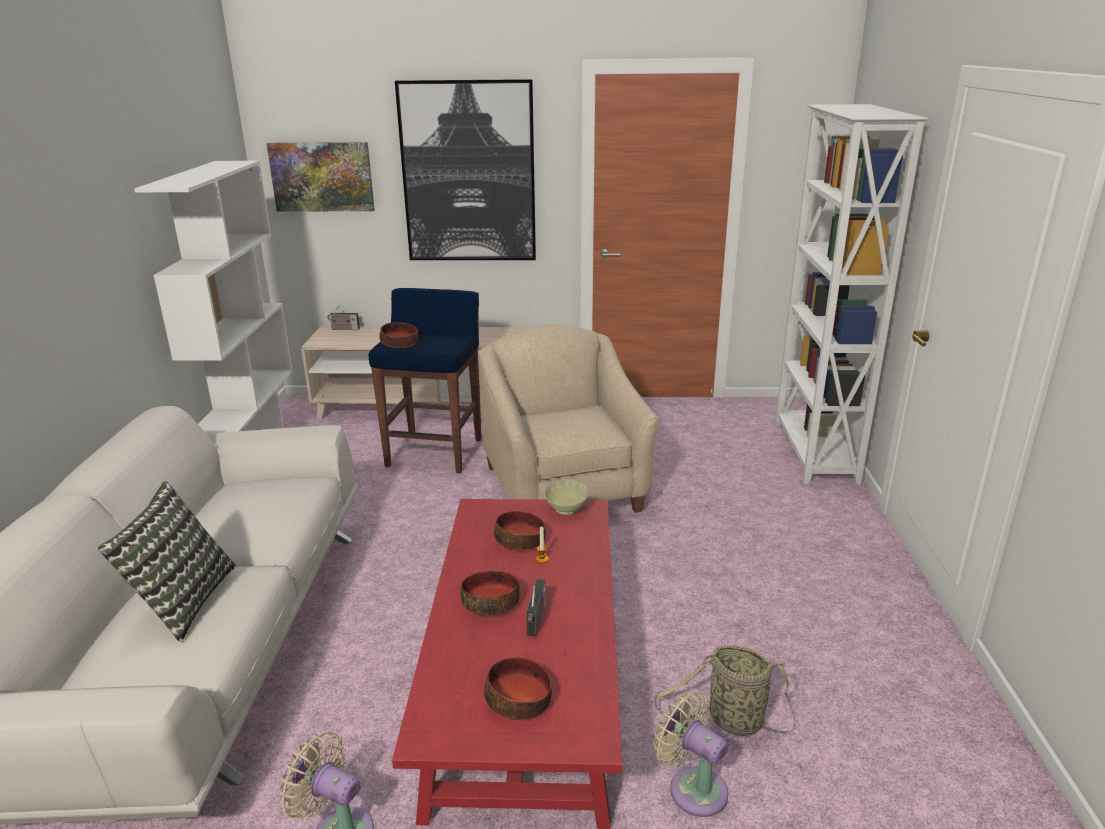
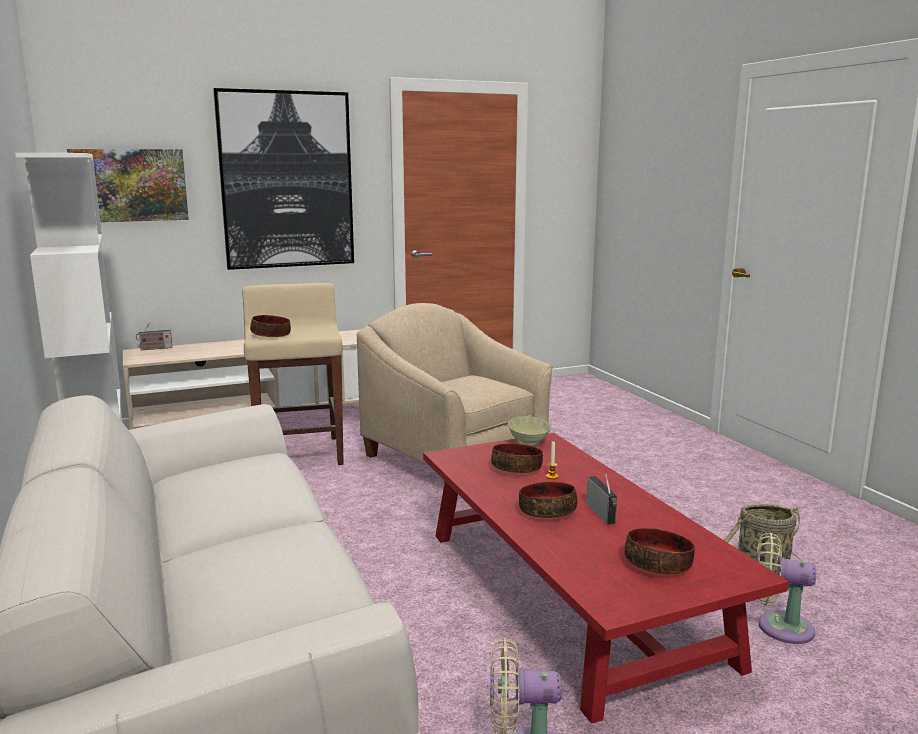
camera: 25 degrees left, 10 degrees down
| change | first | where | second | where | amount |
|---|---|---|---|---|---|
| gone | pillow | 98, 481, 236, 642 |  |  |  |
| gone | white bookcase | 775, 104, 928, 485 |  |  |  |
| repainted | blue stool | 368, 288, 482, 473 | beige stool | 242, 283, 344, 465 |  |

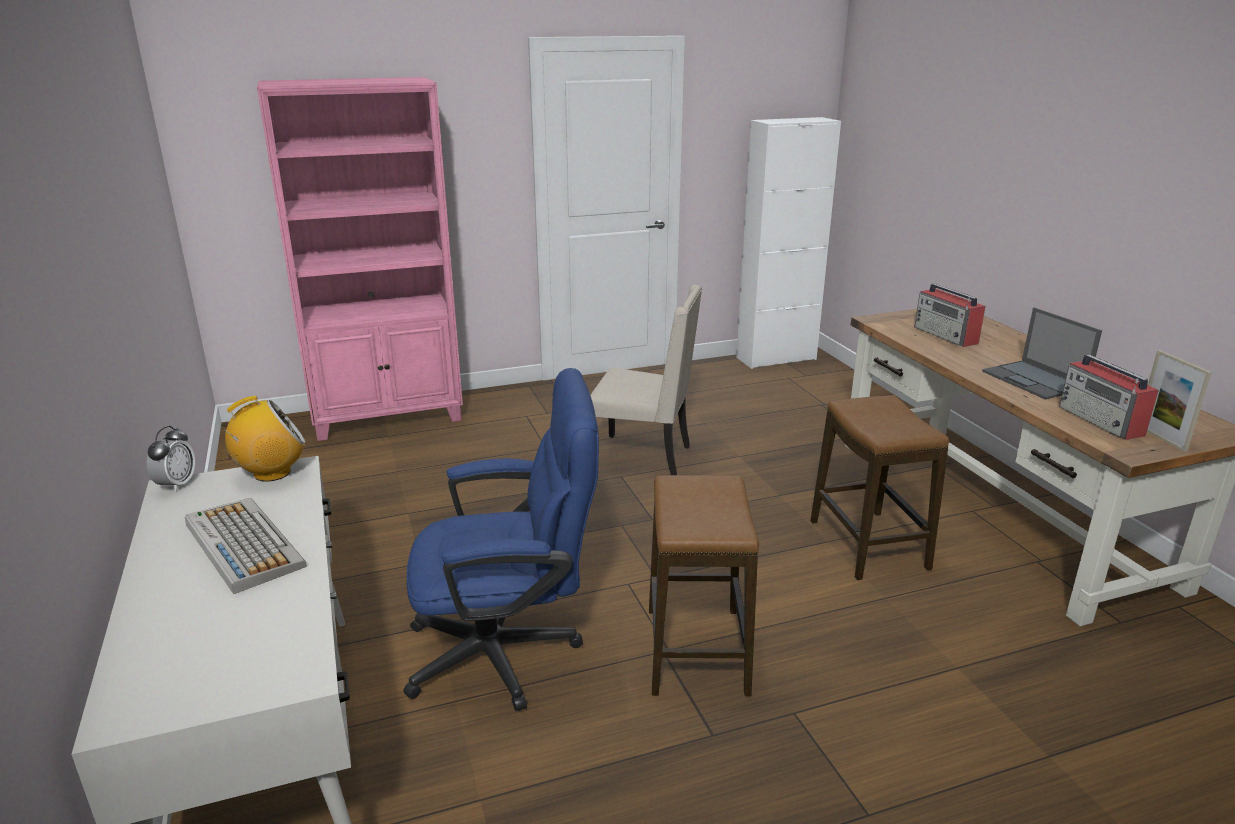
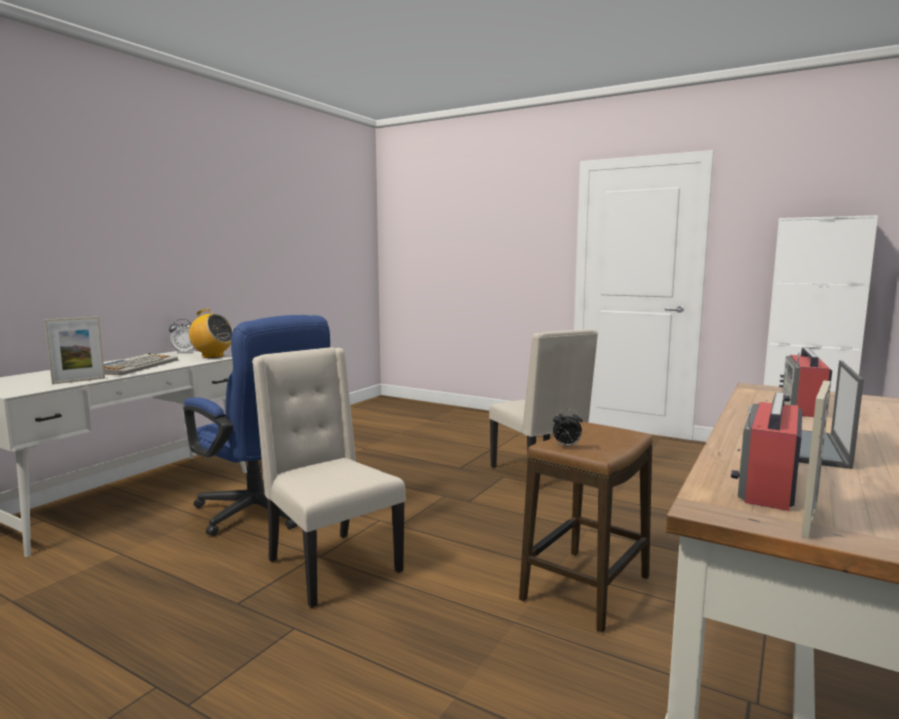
camera: 50 degrees right, 15 degrees down
| change | first | where | second | where | amount |
|---|---|---|---|---|---|
| gone | pink bookcase | 257, 77, 463, 441 |  |  |  |
| new |  |  | picture frame | 44, 317, 105, 384 |  |
| new |  |  | alarm clock | 553, 409, 583, 447 |  |
| swapped | stool | 649, 475, 759, 696 | beige chair | 252, 347, 406, 608 |  |

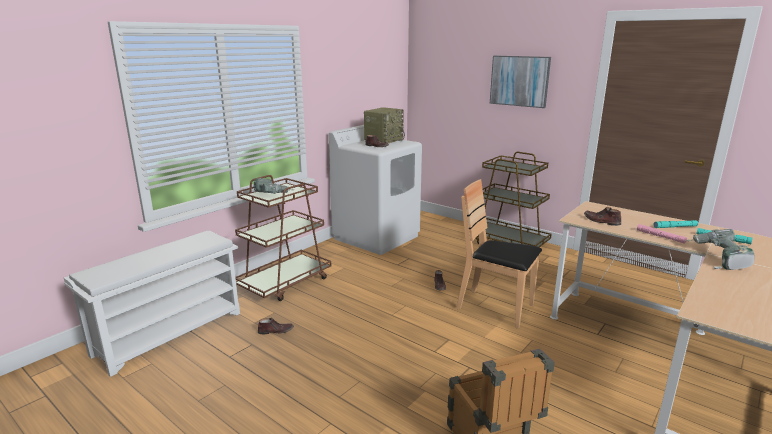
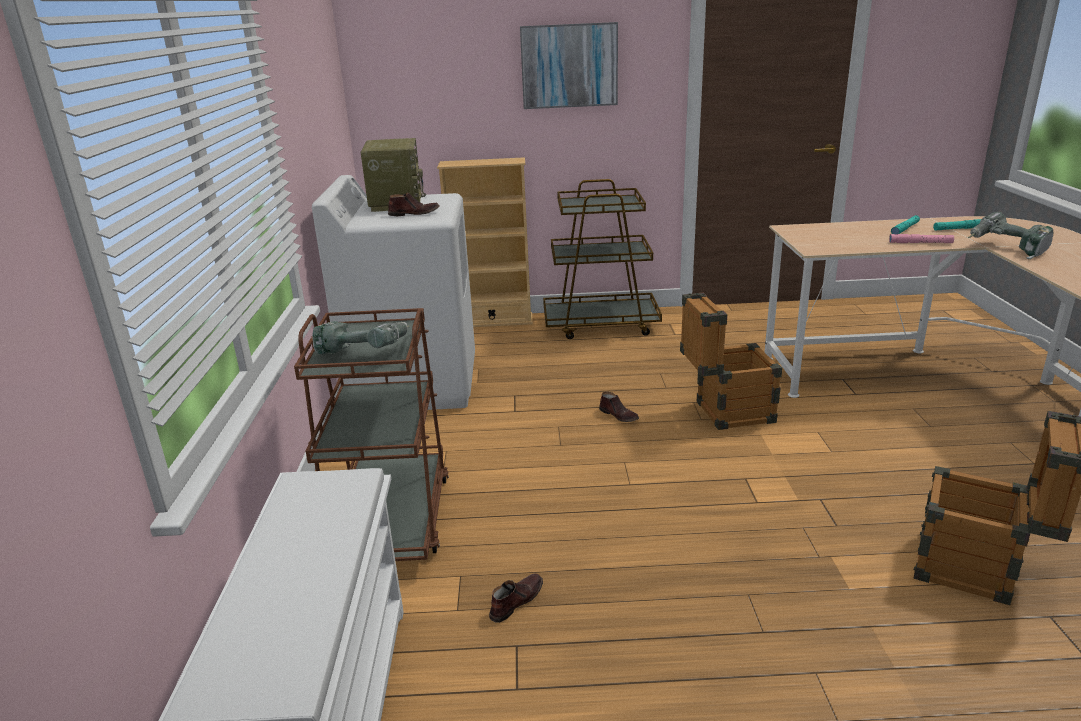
camera: 40 degrees left, 5 degrees up
| change | first | where | second | where | amount |
|---|---|---|---|---|---|
| gone | brown shoe | 584, 207, 621, 226 |  |  |  |
| new |  |  | beige bookcase | 437, 157, 533, 327 |  |
| swapped | brown chair | 456, 179, 542, 329 | crate | 680, 292, 782, 430 |  |

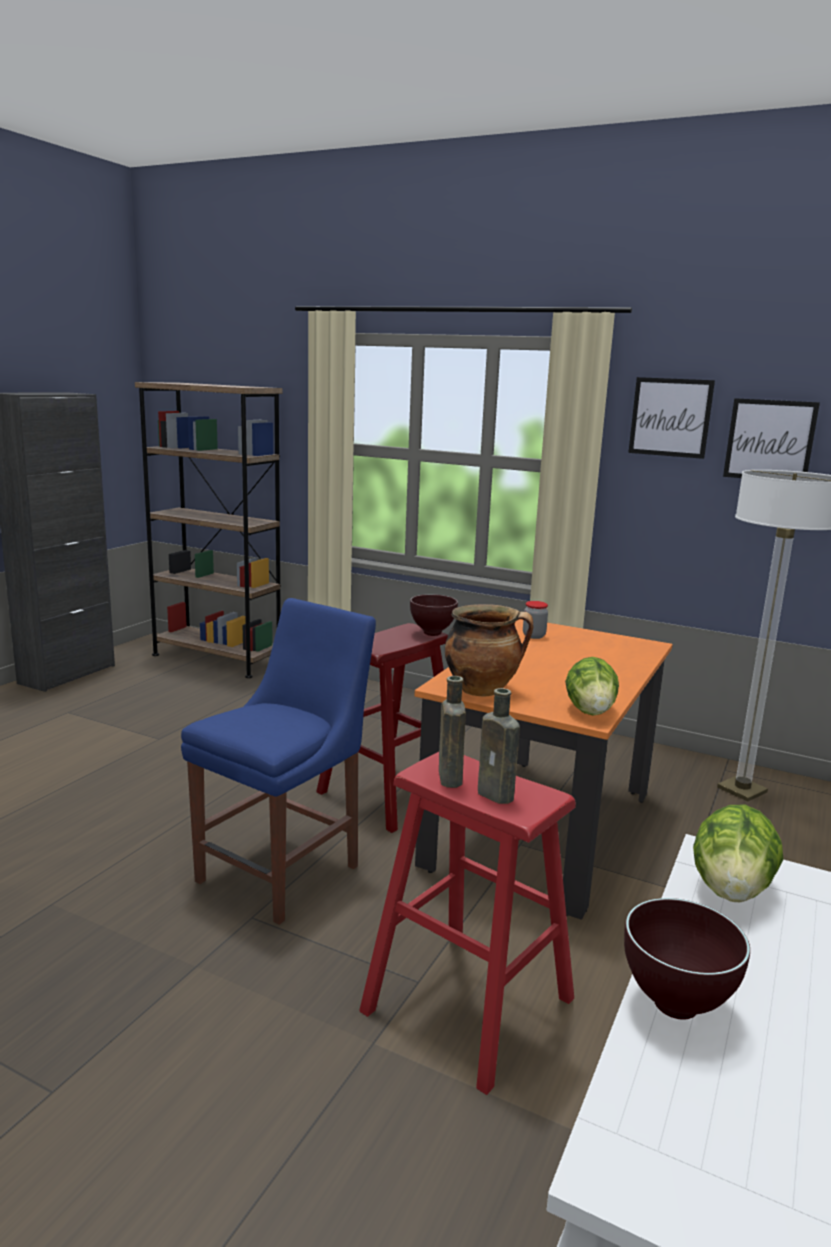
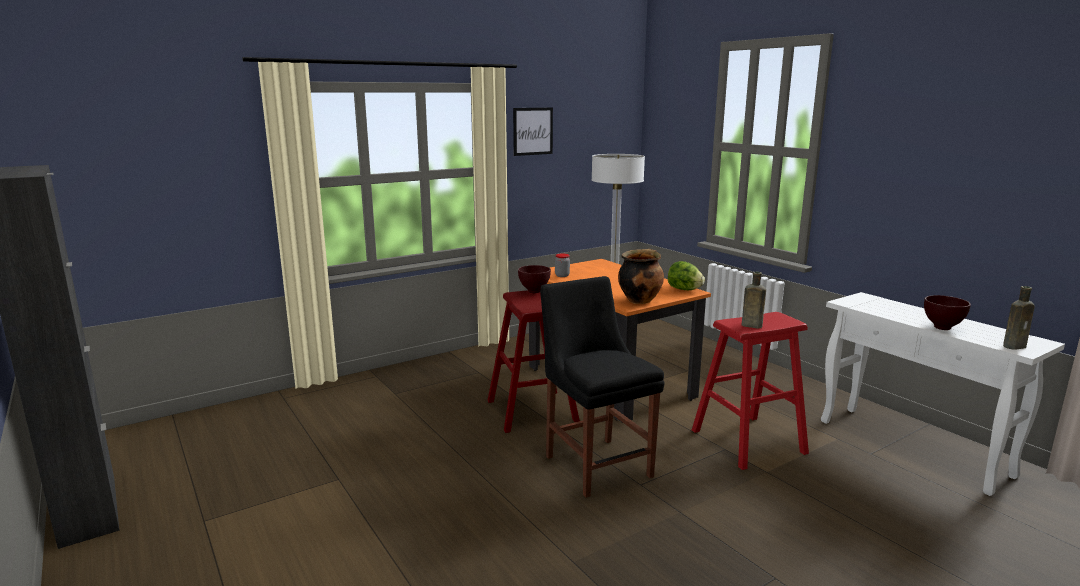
camera: 60 degrees left, 0 degrees up
| change | first | where | second | where | amount |
|---|---|---|---|---|---|
| gone | brown bookcase | 135, 382, 283, 678 |  |  |  |
| gone | lettuce | 693, 805, 784, 902 |  |  |  |
| gone | picture | 723, 398, 820, 478 |  |  |  |
| shifted | brown bottle | 478, 688, 520, 804 |  | 1003, 286, 1035, 350 |  |
| repainted | blue chair | 181, 598, 376, 925 | black chair | 540, 276, 664, 498 |  |

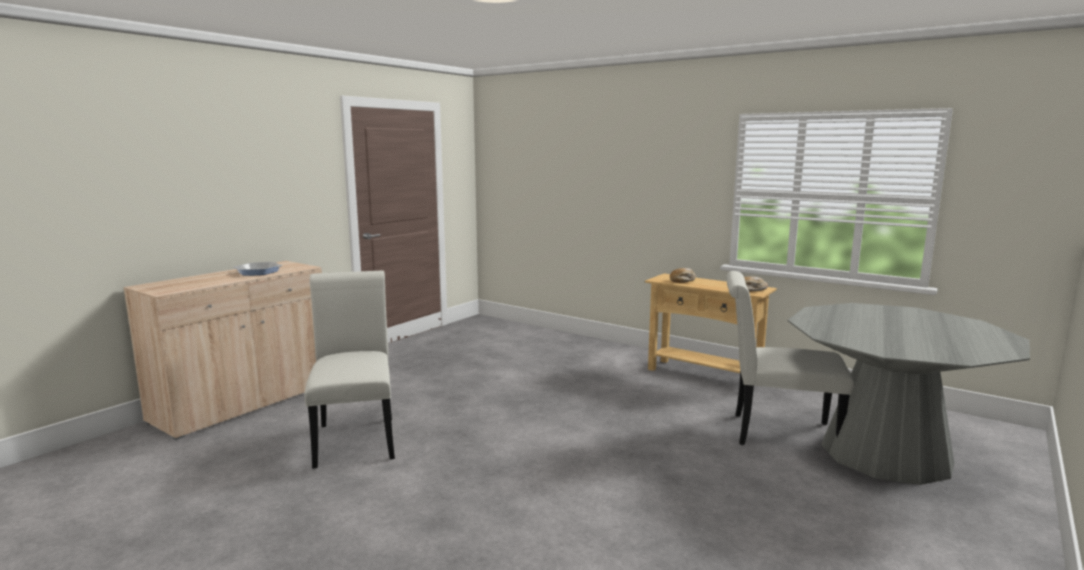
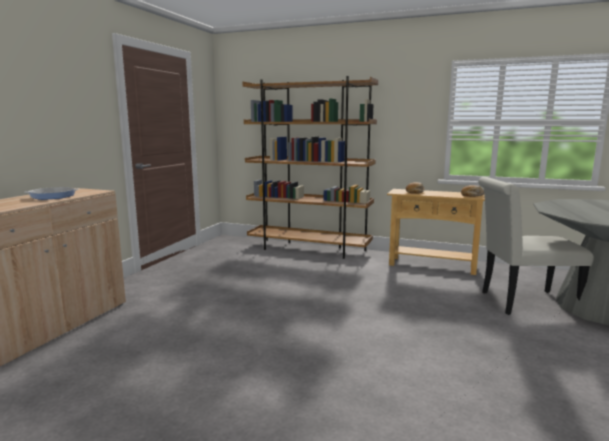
camera: 15 degrees left, 0 degrees up
| change | first | where | second | where | amount |
|---|---|---|---|---|---|
| gone | white chair | 305, 271, 395, 469 |  |  |  |
| new |  |  | brown bookcase | 243, 76, 378, 259 |  |

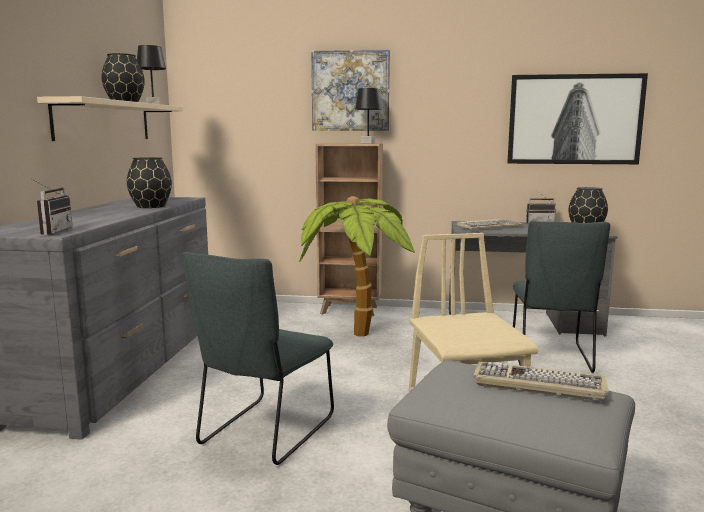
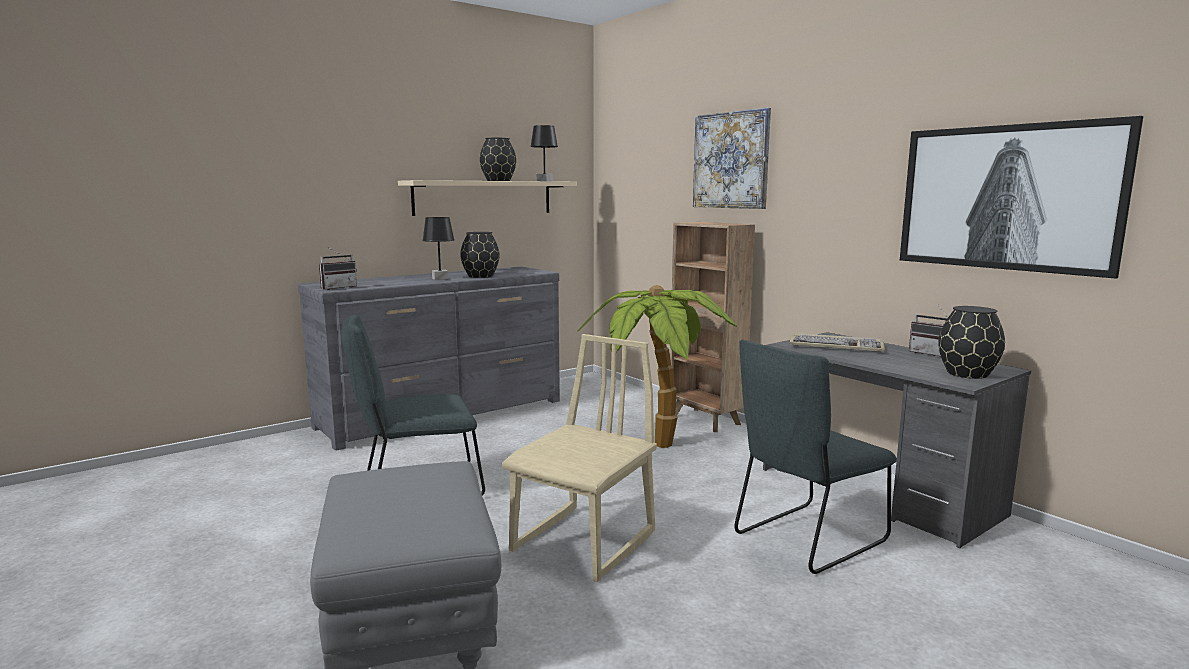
camera: 45 degrees right, 0 degrees up
| change | first | where | second | where | amount |
|---|---|---|---|---|---|
| gone | keyboard | 474, 362, 609, 401 |  |  |  |
| shifted | black table lamp | 355, 88, 382, 143 |  | 422, 217, 455, 280 |  |

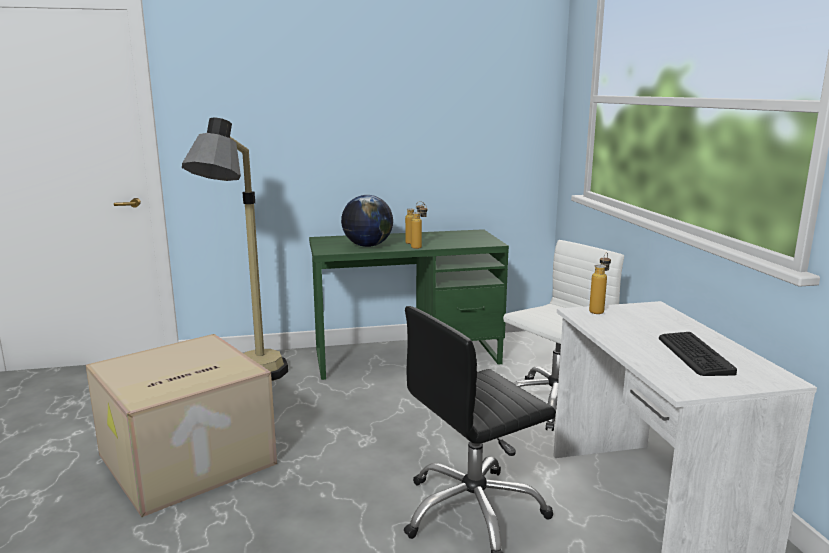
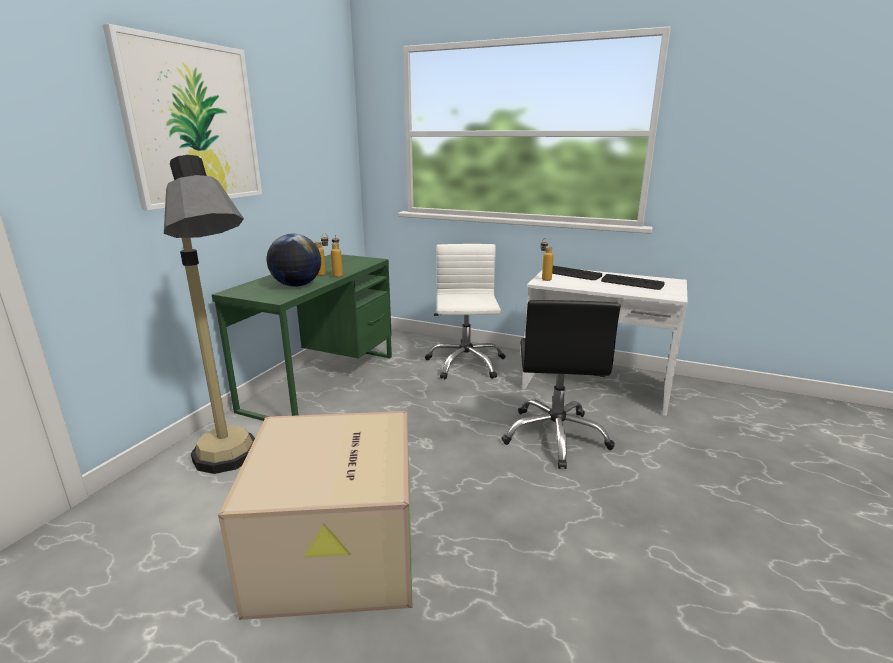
camera: 55 degrees left, 5 degrees up
| change | first | where | second | where | amount |
|---|---|---|---|---|---|
| new |  |  | picture | 103, 24, 262, 210 |  |
| new |  |  | keyboard | 552, 266, 602, 280 |  |

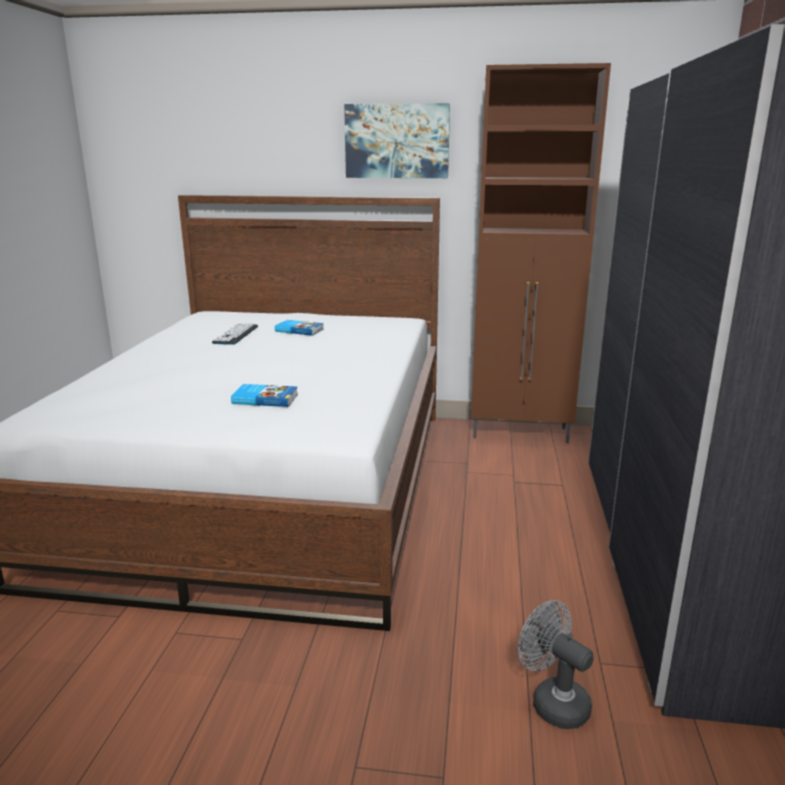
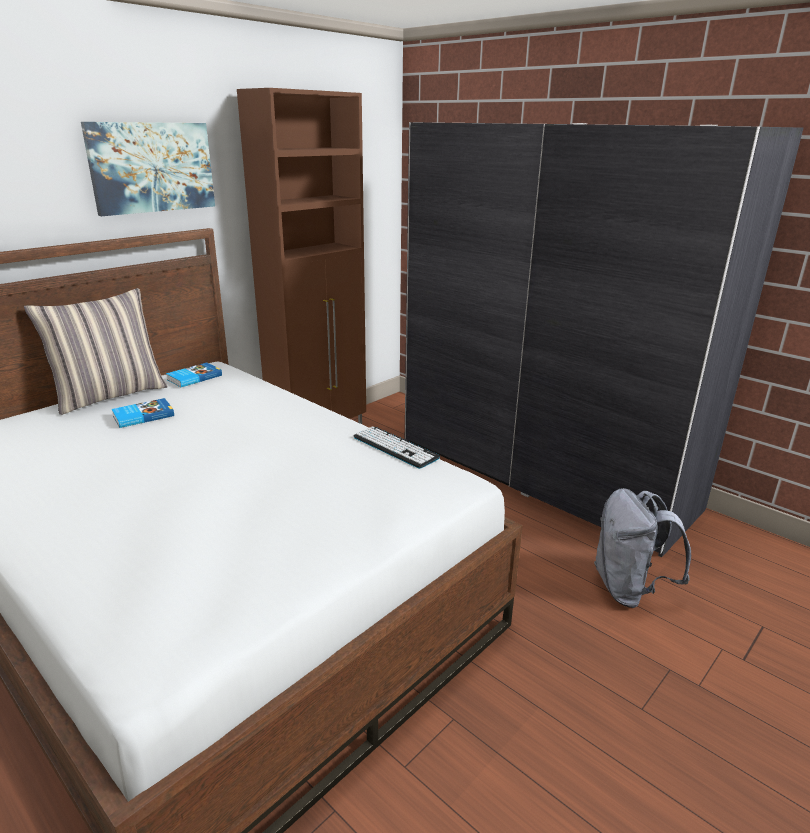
camera: 55 degrees left, 5 degrees up
| change | first | where | second | where | amount |
|---|---|---|---|---|---|
| new |  |  | pillow | 24, 288, 168, 415 |  |
| shifted | keyboard | 212, 323, 258, 345 |  | 354, 426, 440, 469 |  |
| shifted | book | 231, 384, 298, 407 |  | 166, 362, 222, 387 |  |
| swapped | grey fan | 518, 600, 594, 729 | grey backpack | 594, 488, 691, 608 |  |

